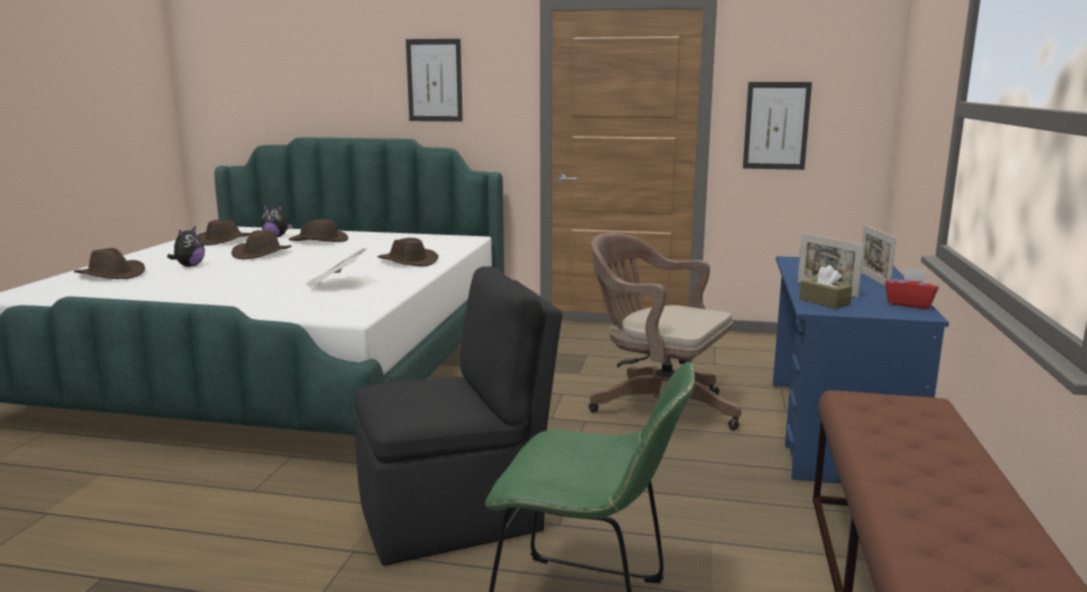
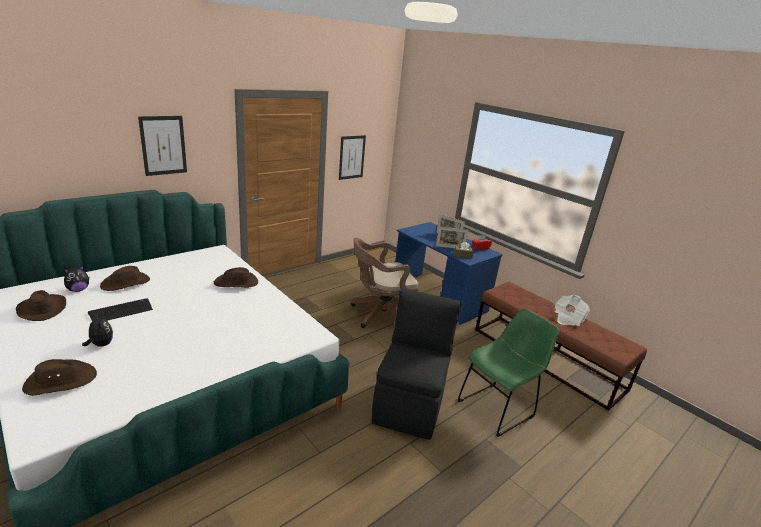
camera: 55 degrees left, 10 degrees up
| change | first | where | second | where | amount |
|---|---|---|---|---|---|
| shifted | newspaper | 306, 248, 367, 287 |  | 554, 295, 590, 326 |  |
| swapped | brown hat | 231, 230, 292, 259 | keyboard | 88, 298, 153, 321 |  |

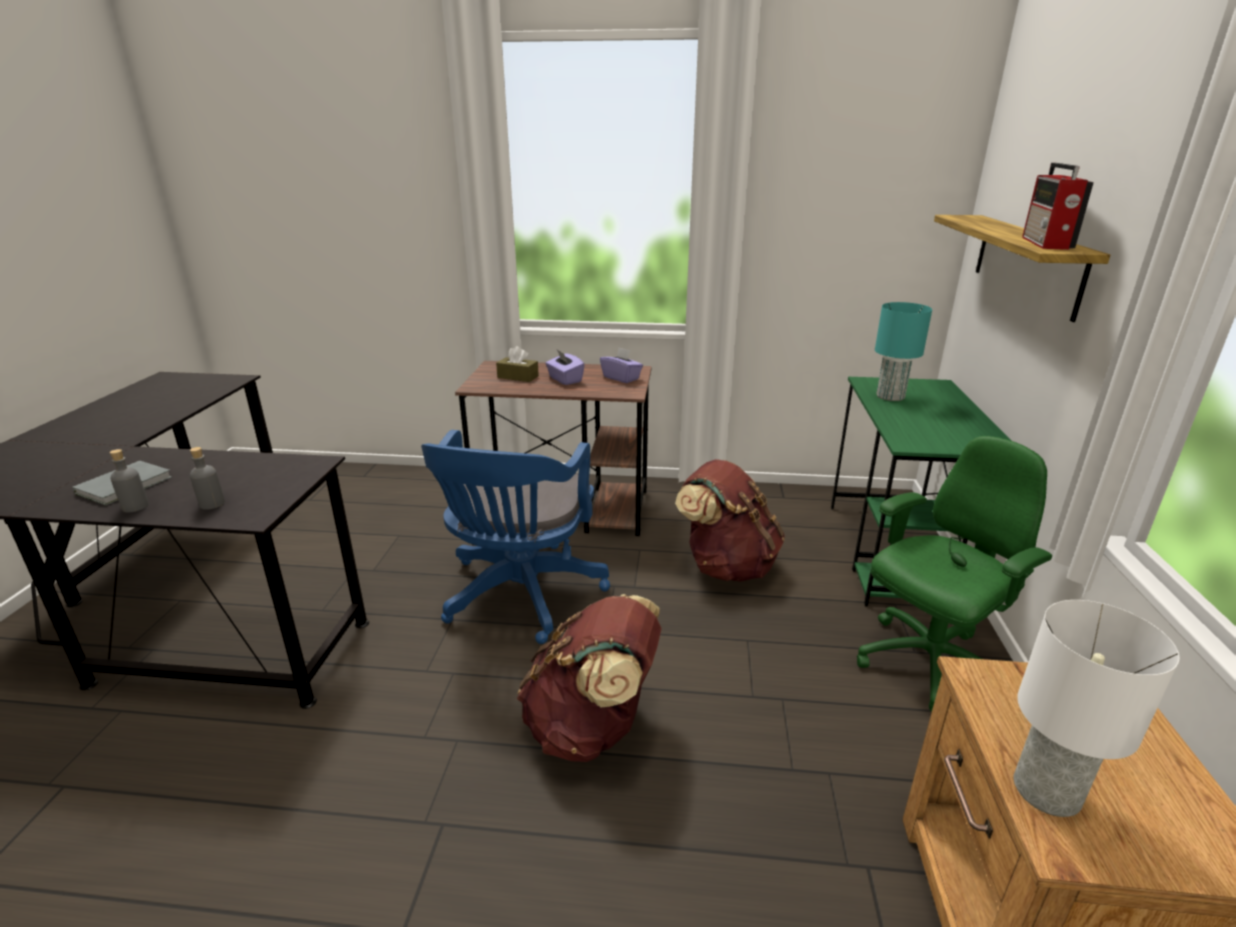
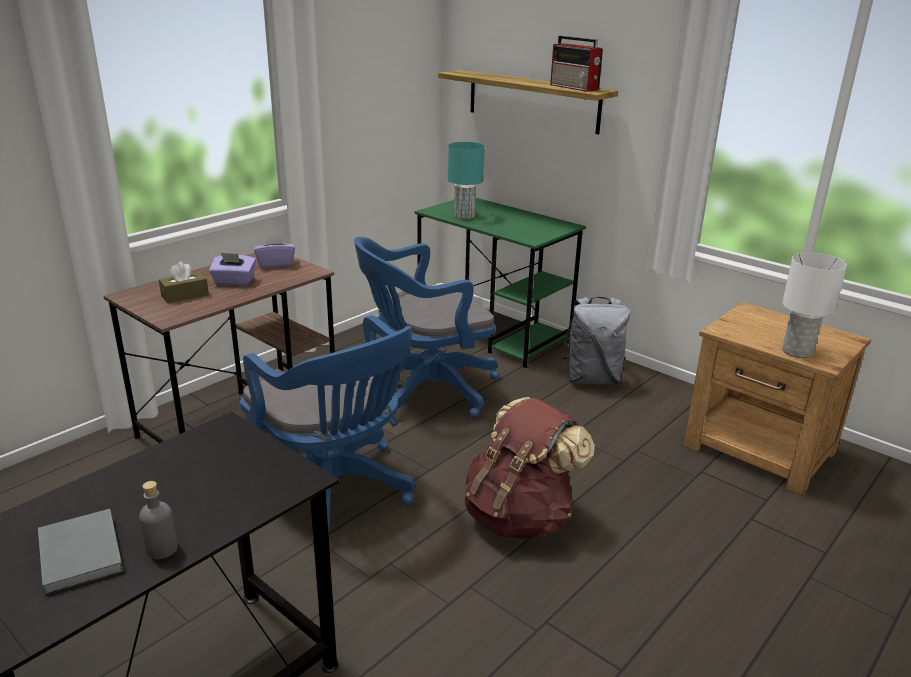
camera: 55 degrees left, 0 degrees up
| change | first | where | second | where | amount |
|---|---|---|---|---|---|
| gone | grey bottle | 190, 447, 225, 510 |  |  |  |
| swapped | brown backpack | 675, 459, 785, 582 | blue office chair | 354, 237, 499, 418 |  |
| swapped | green office chair | 857, 436, 1052, 713 | grey backpack | 563, 297, 630, 384 |  |

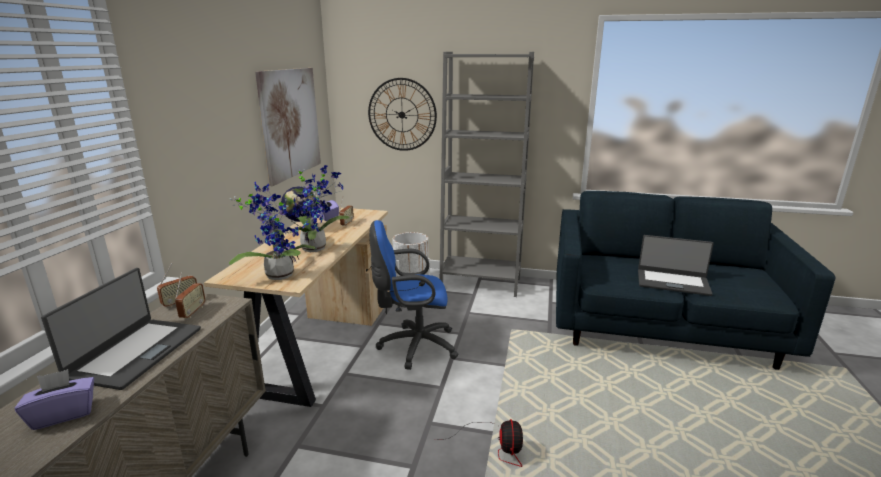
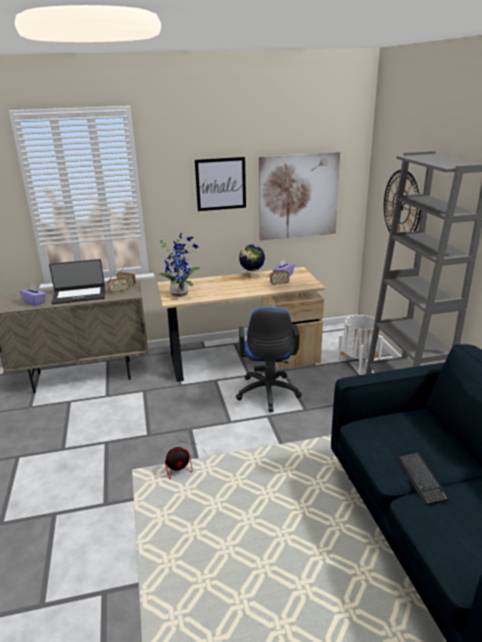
camera: 65 degrees right, 5 degrees up
| change | first | where | second | where | amount |
|---|---|---|---|---|---|
| gone | potted plant | 290, 165, 350, 252 |  |  |  |
| new |  |  | picture | 195, 157, 246, 211 |  |
| swapped | laptop | 638, 235, 714, 296 | keyboard | 396, 452, 449, 506 |  |
| rotated | blue office chair | 369, 220, 459, 370 |  | 236, 307, 302, 412 | 150 degrees counterclockwise |

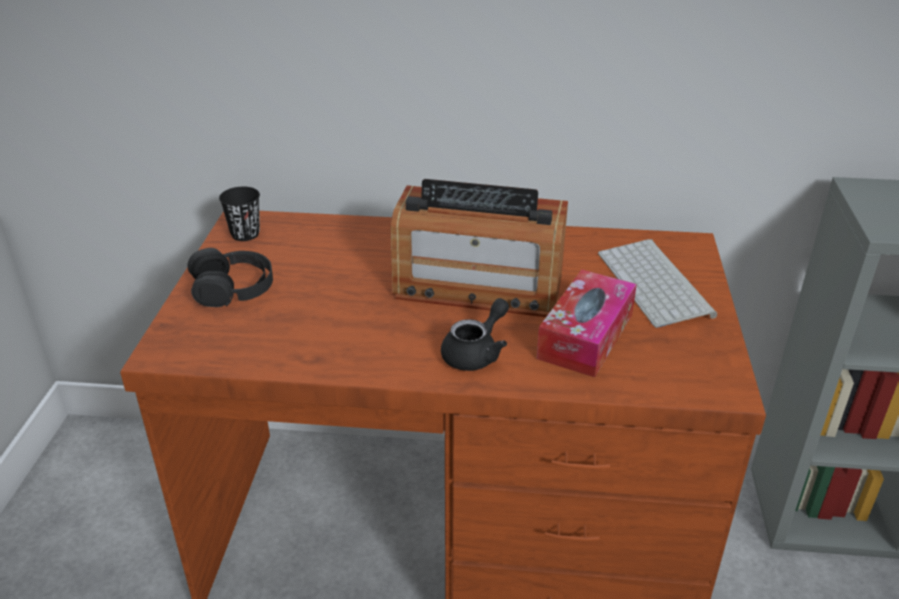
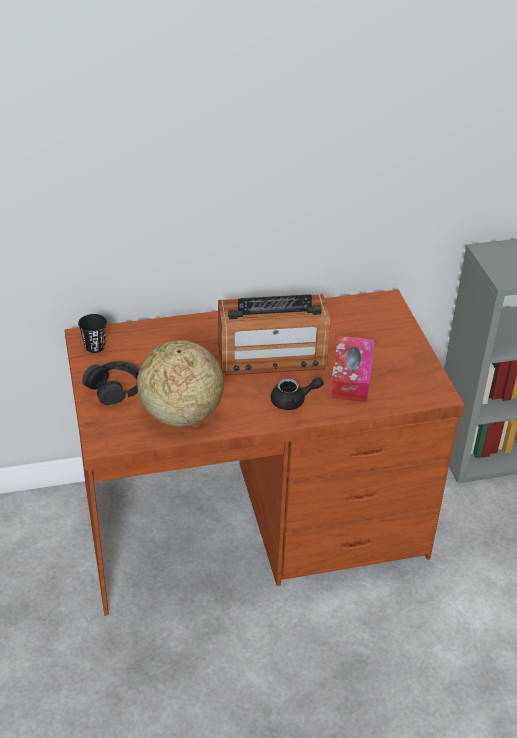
camera: 20 degrees left, 5 degrees up
| change | first | where | second | where | amount |
|---|---|---|---|---|---|
| gone | keyboard | 598, 239, 717, 328 |  |  |  |
| new |  |  | globe | 137, 340, 224, 427 |  |
| rotated | black teapot | 441, 298, 509, 371 |  | 271, 377, 324, 410 | 60 degrees clockwise |

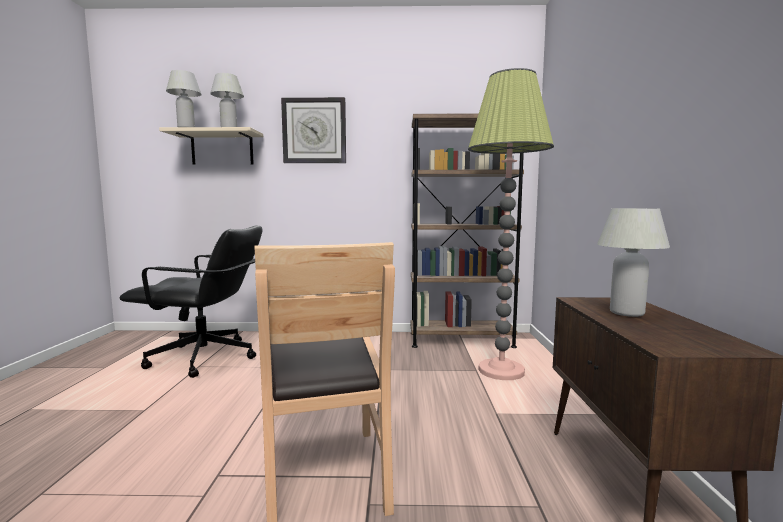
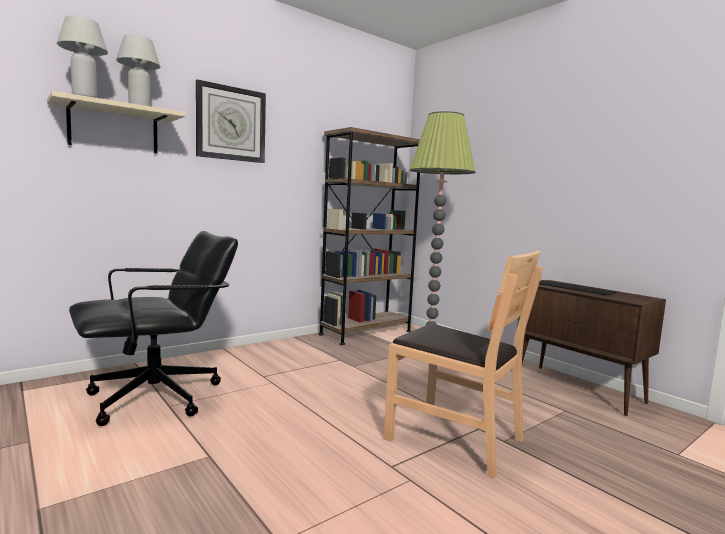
camera: 40 degrees left, 0 degrees up
| change | first | where | second | where | amount |
|---|---|---|---|---|---|
| swapped | white table lamp | 597, 208, 670, 317 | keyboard | 539, 280, 616, 296 |  |

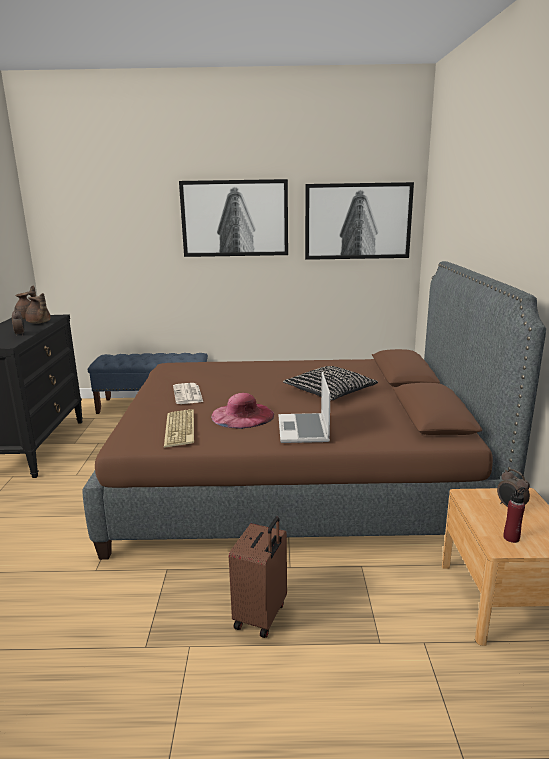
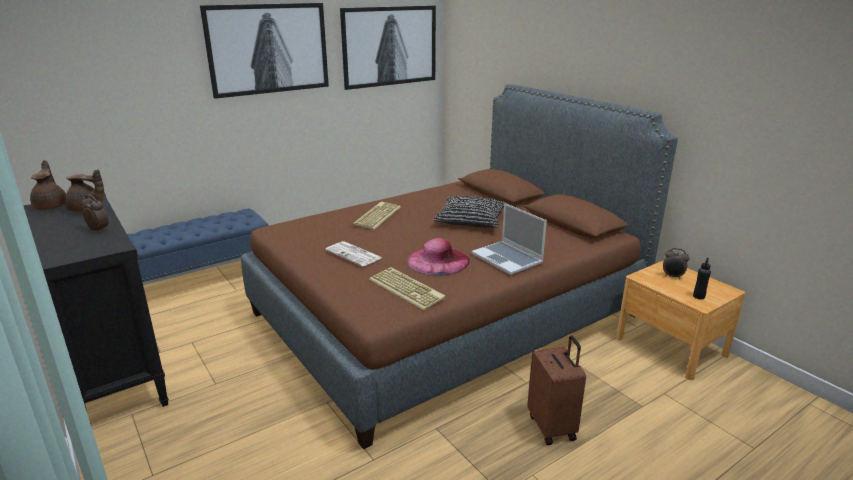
camera: 35 degrees left, 5 degrees up
| change | first | where | second | where | amount |
|---|---|---|---|---|---|
| new |  |  | keyboard | 353, 202, 401, 230 |  |
| repainted | red bottle | 503, 487, 525, 543 | black bottle | 693, 258, 711, 300 |  |

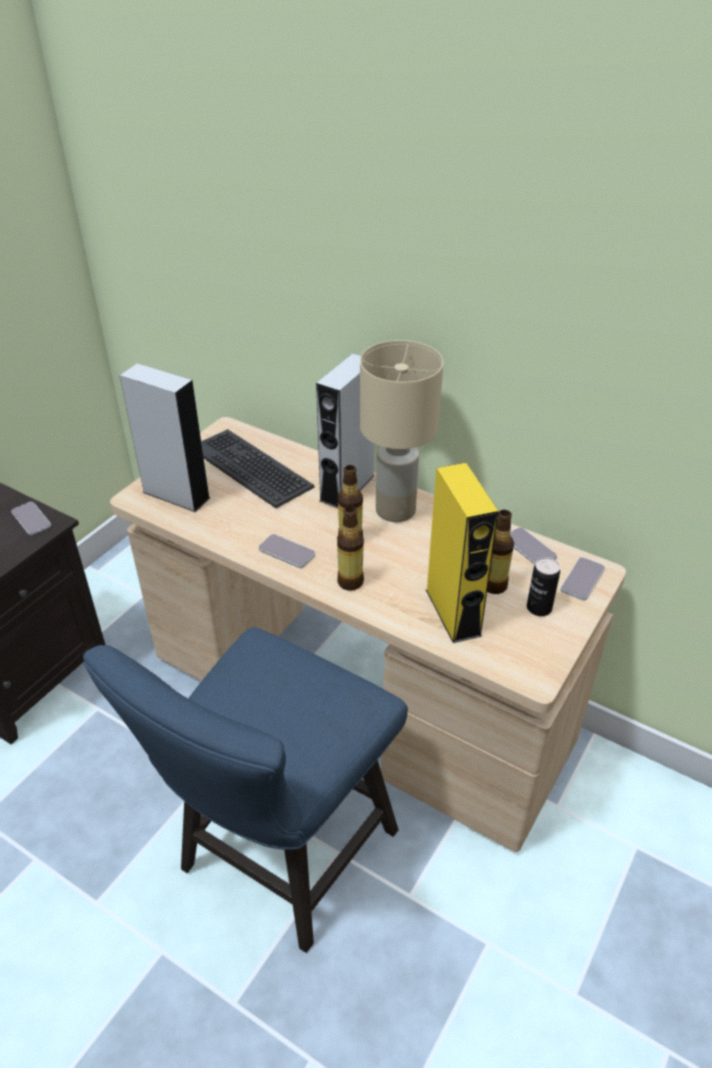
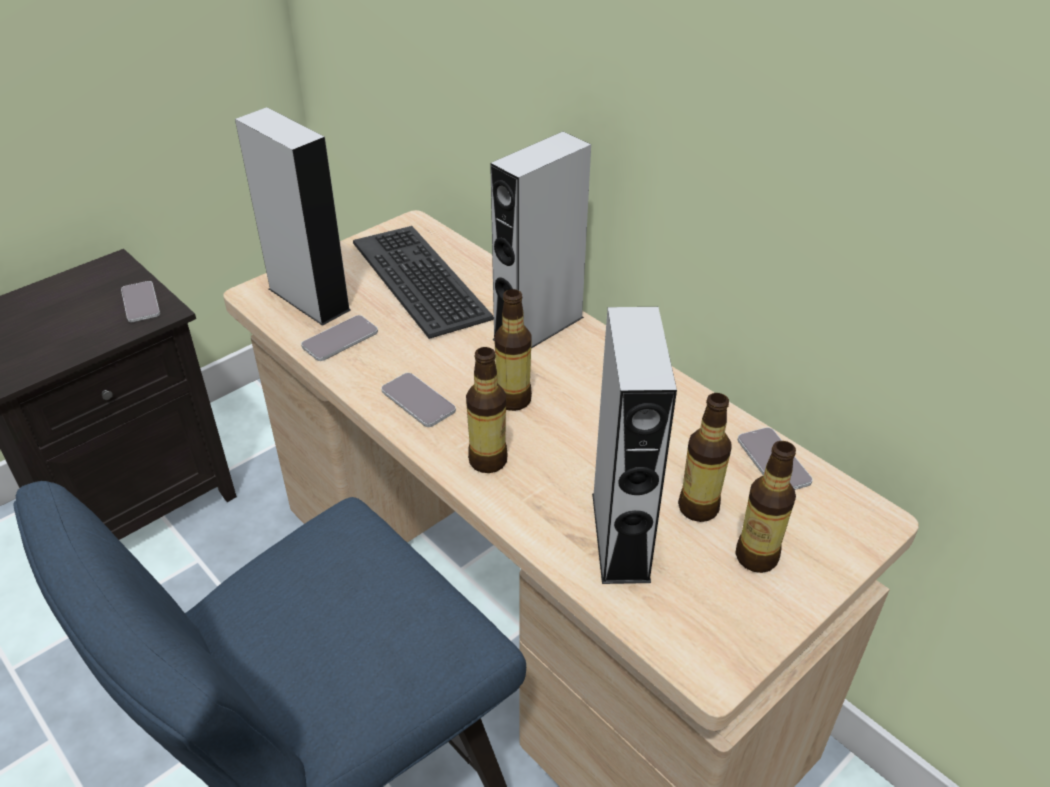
camera: 15 degrees right, 0 degrees up
| change | first | where | second | where | amount |
|---|---|---|---|---|---|
| gone | beige table lamp | 360, 340, 444, 522 |  |  |  |
| shifted | phone | 560, 557, 605, 600 |  | 301, 315, 378, 361 |  |
| swapped | can | 527, 557, 560, 616 | bottle | 735, 441, 796, 573 |  |
| repainted | yellow speaker | 426, 463, 499, 643 | grey speaker | 592, 307, 677, 584 |  |

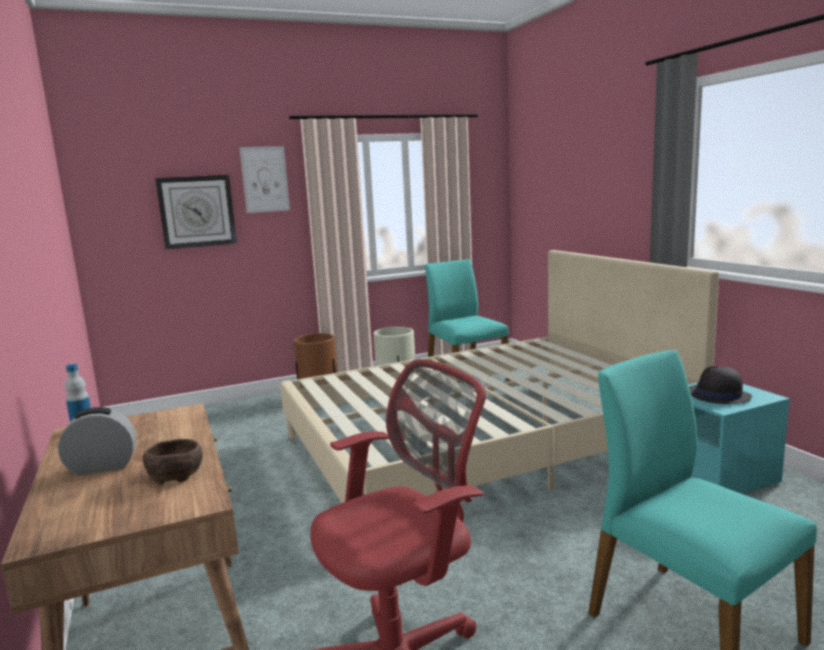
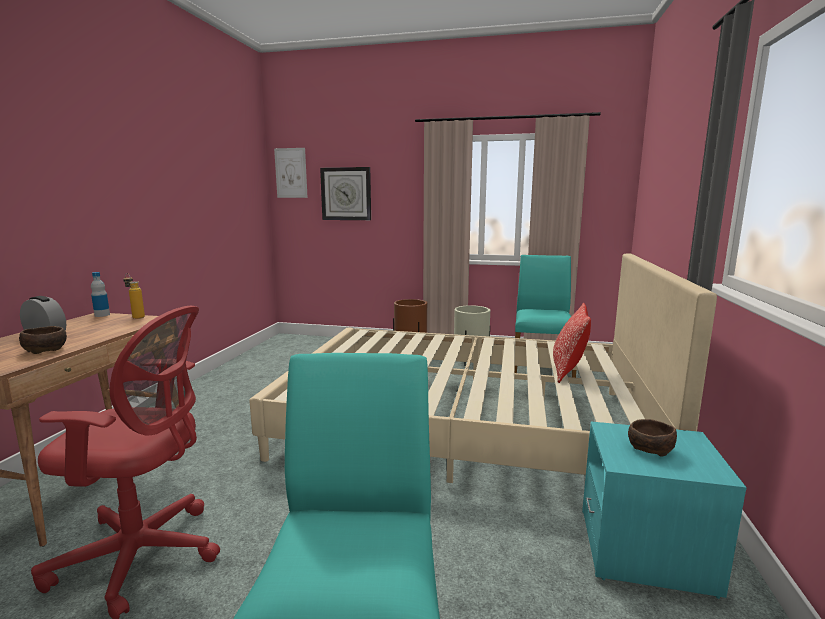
camera: 35 degrees right, 0 degrees up
| change | first | where | second | where | amount |
|---|---|---|---|---|---|
| new |  |  | bottle | 123, 273, 145, 319 |  |
| new |  |  | pillow | 553, 303, 591, 383 |  |
| shifted | picture | 239, 146, 290, 213 |  | 274, 148, 308, 198 |  |
| swapped | black hat | 689, 366, 752, 404 | brown bowl | 628, 419, 677, 457 |  |

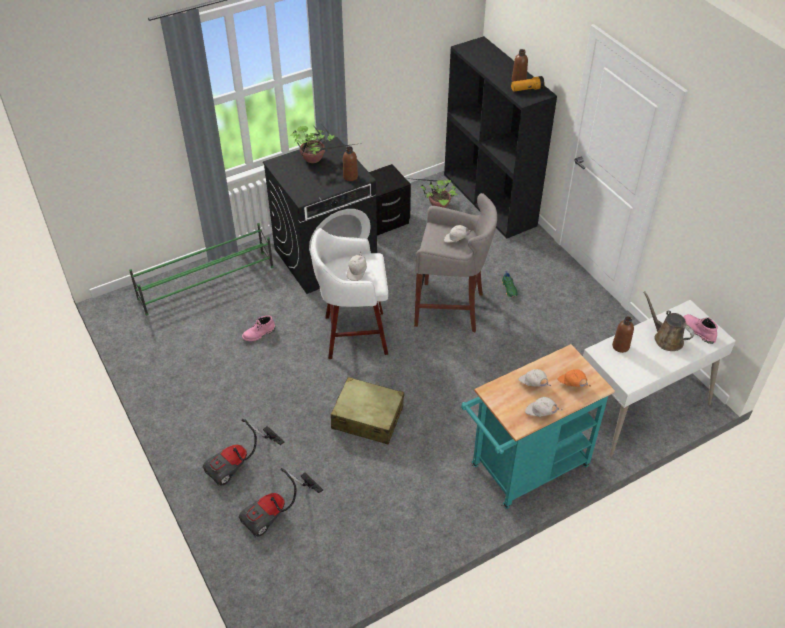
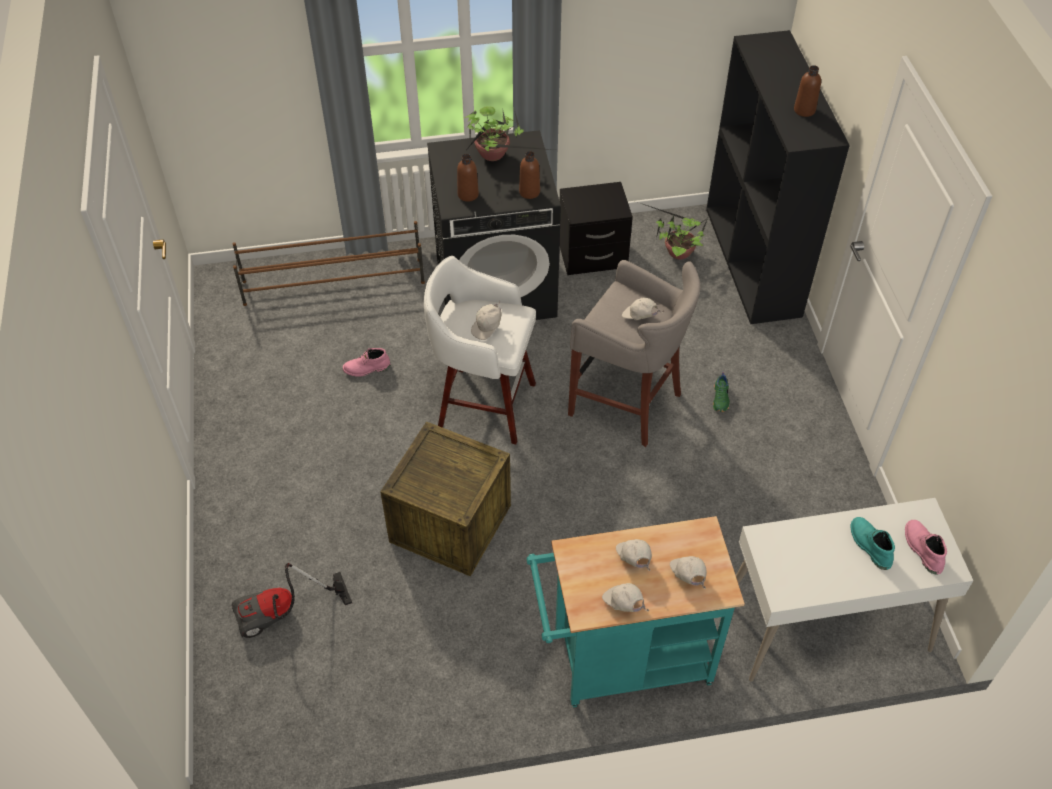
camera: 20 degrees right, 5 degrees up
| change | first | where | second | where | amount |
|---|---|---|---|---|---|
| gone | vacuum cleaner | 203, 419, 285, 486 |  |  |  |
| gone | flashlight | 511, 76, 545, 92 |  |  |  |
| shifted | brown bottle | 612, 317, 634, 353 |  | 457, 154, 479, 202 |  |
| swapped | beige suitcase | 331, 377, 404, 445 | crate | 380, 422, 511, 577 |  |
| swapped | brown watering can | 643, 292, 694, 351 | turquoise boot | 851, 517, 895, 570 |  |
| repainted | green shoe rack | 129, 223, 273, 316 | brown shoe rack | 232, 221, 425, 306 |  |
| repainted | orange cap | 558, 369, 590, 387 | white cap | 670, 556, 707, 589 |  |

